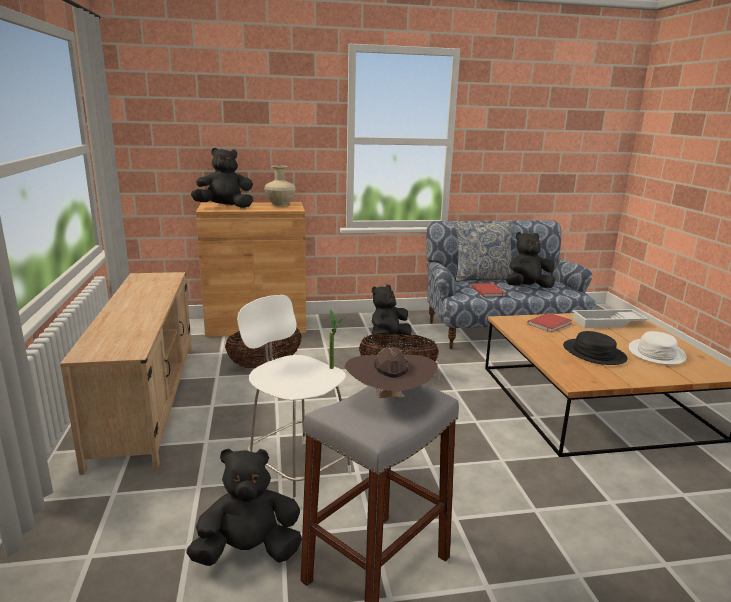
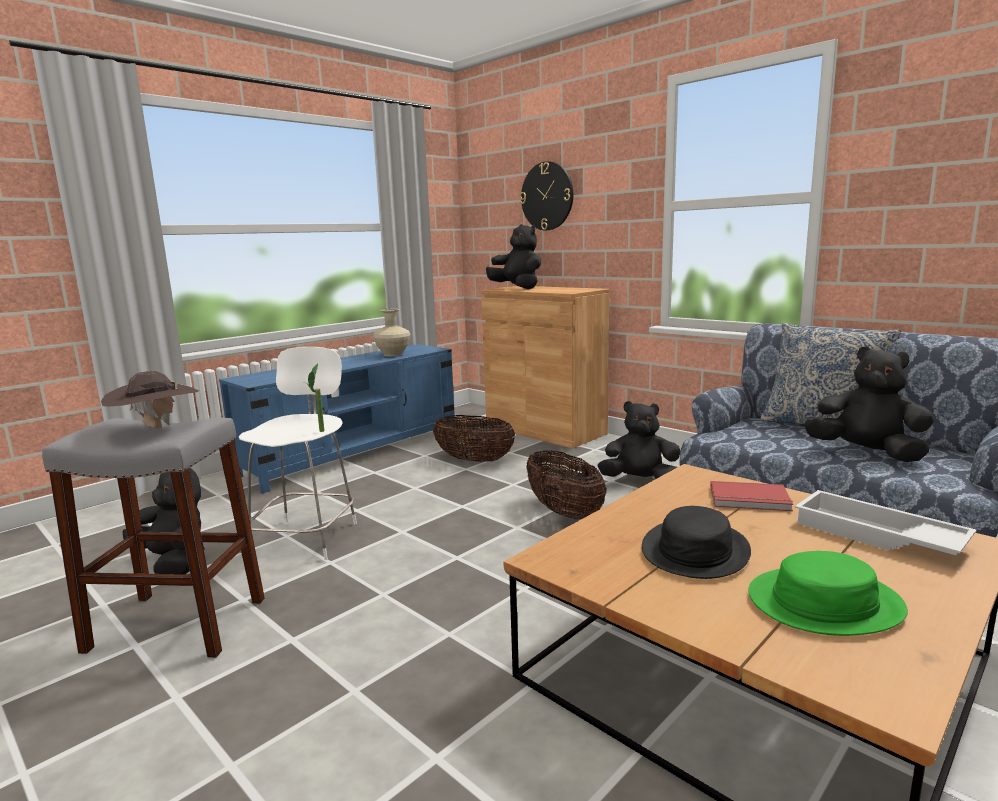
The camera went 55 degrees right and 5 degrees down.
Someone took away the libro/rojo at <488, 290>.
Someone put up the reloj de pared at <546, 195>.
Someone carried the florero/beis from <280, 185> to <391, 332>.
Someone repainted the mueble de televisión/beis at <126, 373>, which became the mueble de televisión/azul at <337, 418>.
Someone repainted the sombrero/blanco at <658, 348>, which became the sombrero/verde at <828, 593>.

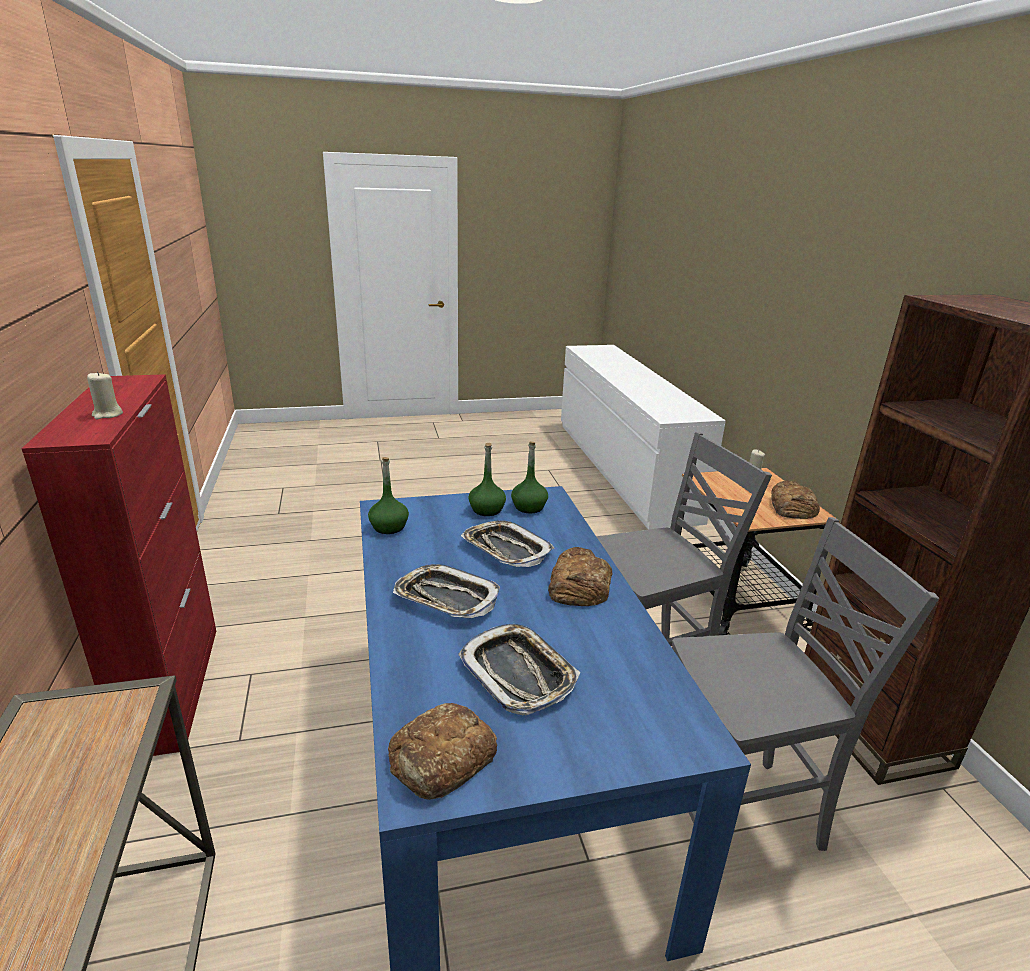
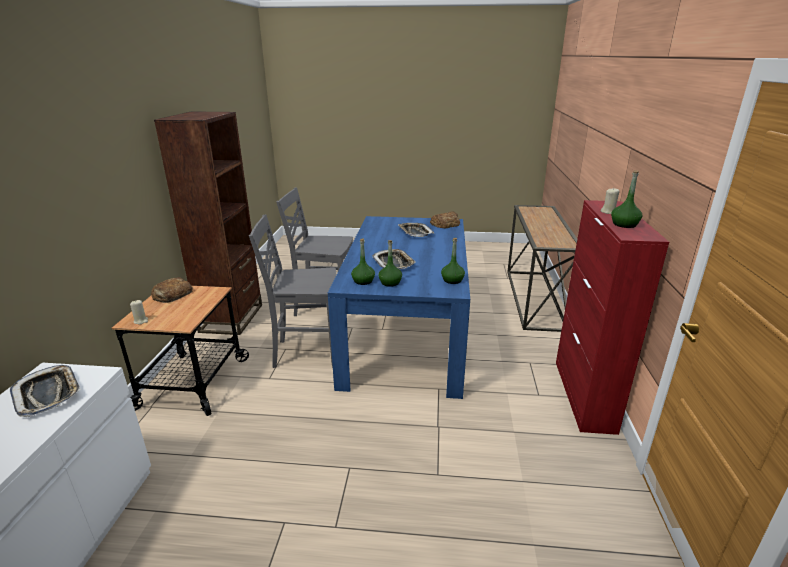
The camera went 160 degrees left and 0 degrees up.
Someone took away the pan at <580, 576>.
Someone put down the botella/verde at <626, 199>.
Someone carried the bandeja from <446, 591> to <45, 391>.

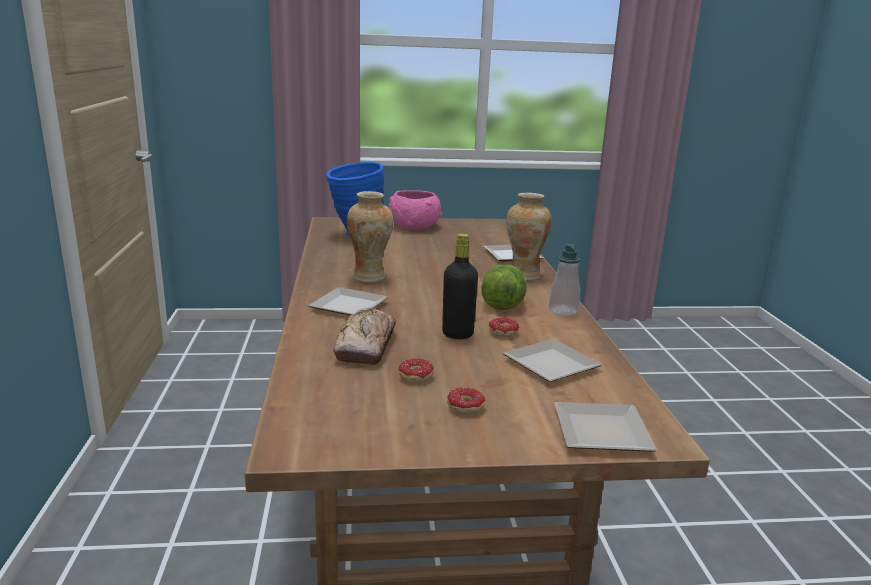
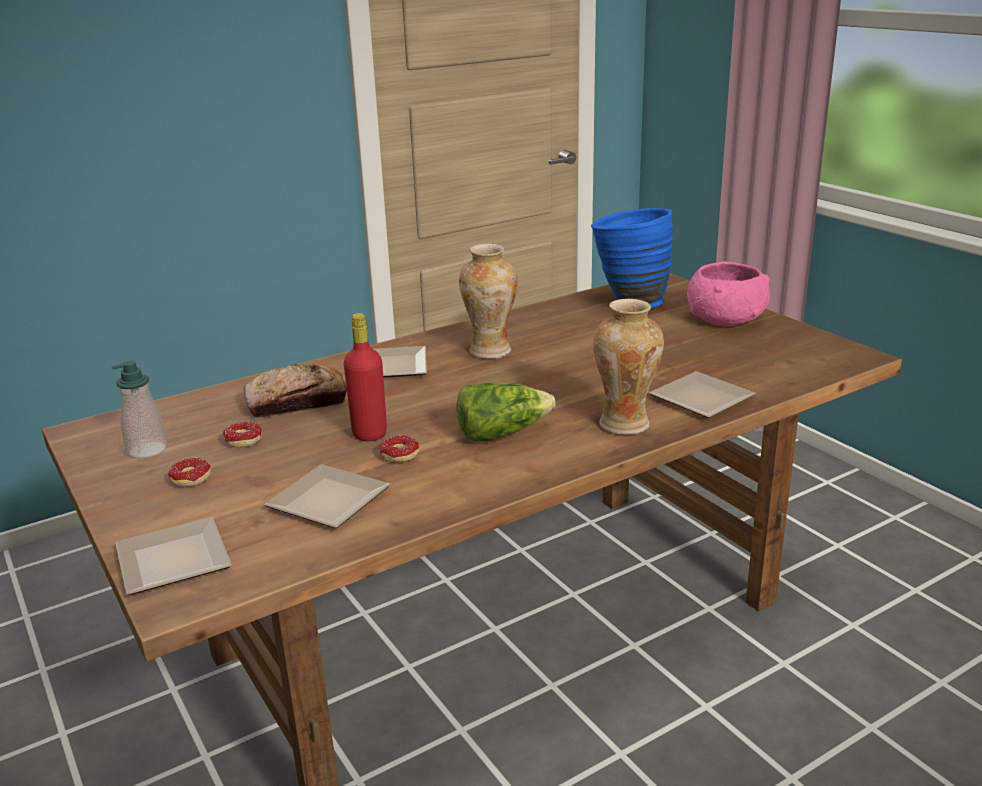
The camera went 65 degrees right and 5 degrees up.
Someone carried the dispensador de jabón from <565, 280> to <139, 409>.
Someone repainted the botella/negro at <460, 286>, which became the botella/rojo at <365, 377>.

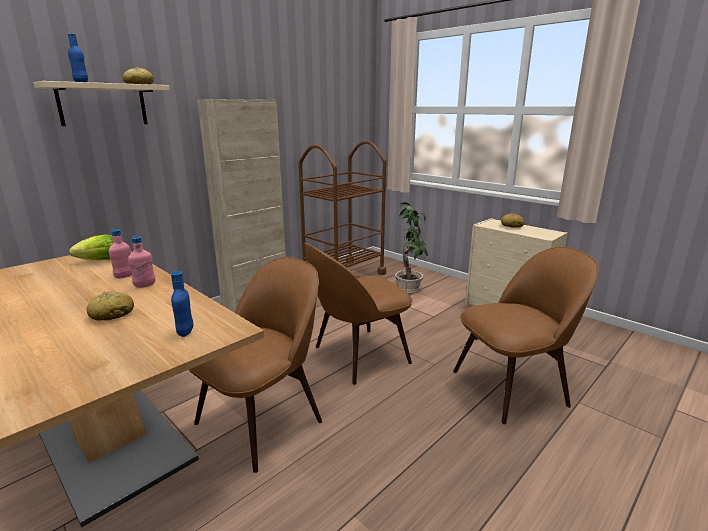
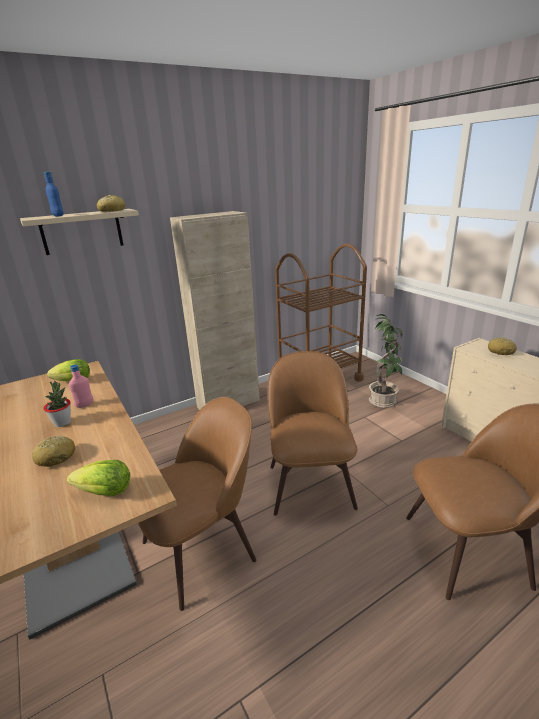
The camera went 15 degrees right and 5 degrees up.
Someone took away the botella/rosa at <142, 262>.
Someone put down the planta en maceta at <57, 404>.
Someone swapped the botella/azul at <182, 304> for the lechuga at <98, 478>.
Someone rotated the silla/marrón at <358, 314> by 105 degrees clockwise.

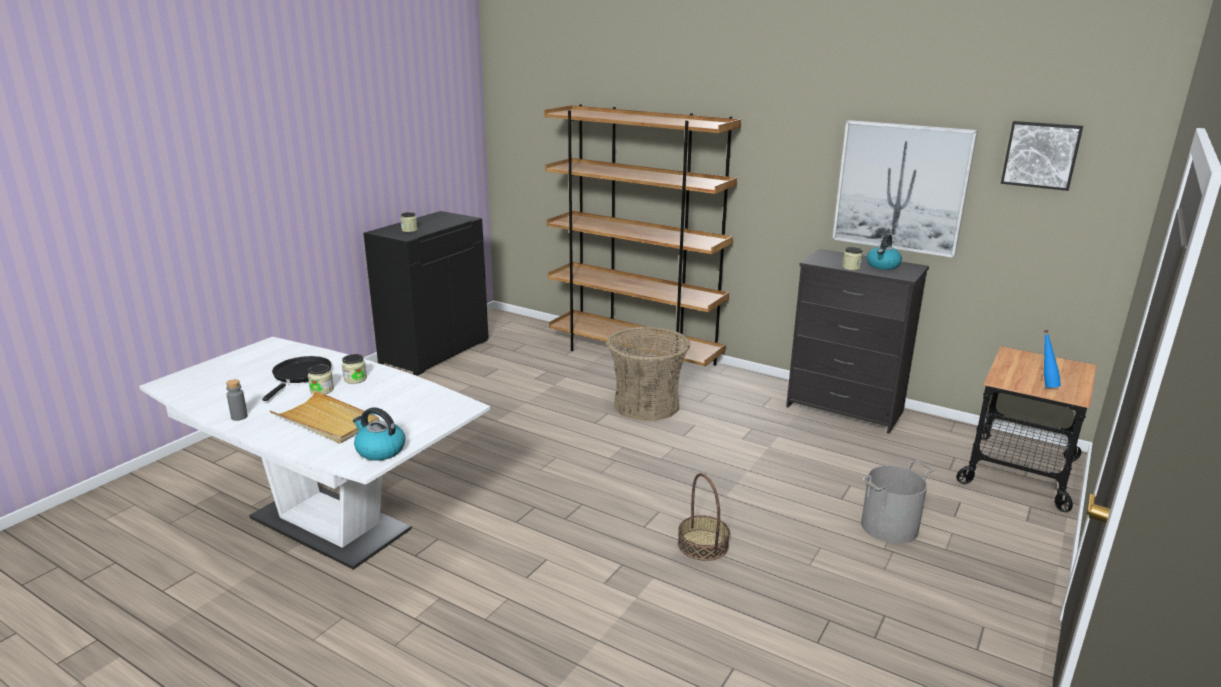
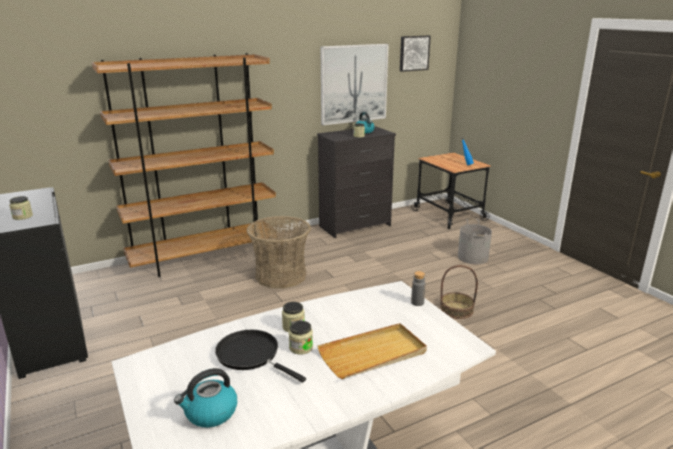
The camera went 60 degrees left and 0 degrees up.
Someone carried the botella/gris from <237, 400> to <418, 288>.
Someone carried the hervidor from <379, 434> to <205, 398>.

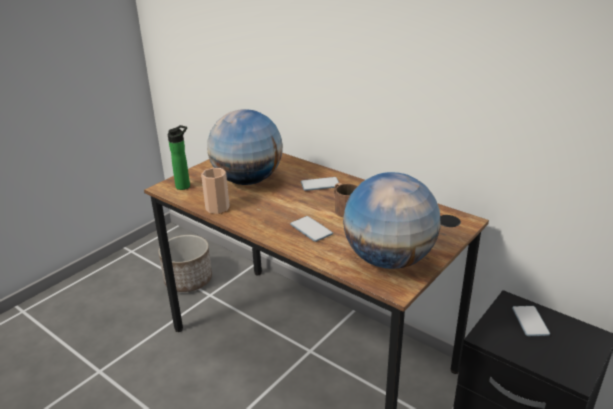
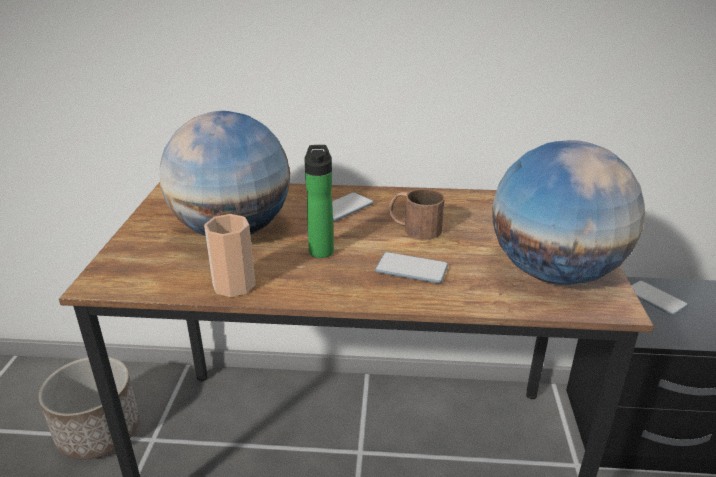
The camera went 35 degrees left and 0 degrees up.
Someone carried the botella from <179, 157> to <319, 201>.

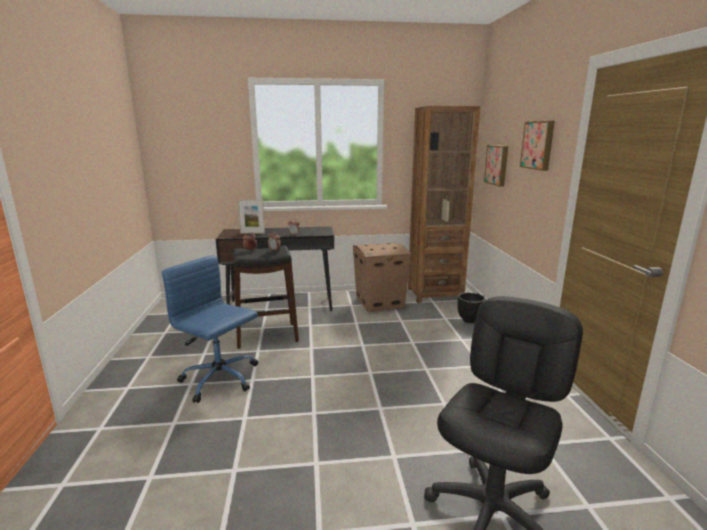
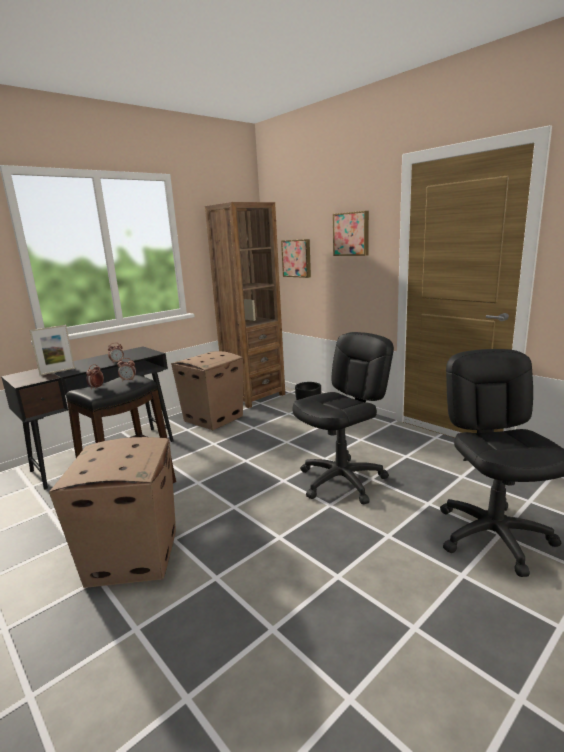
The camera went 35 degrees left and 0 degrees up.
Someone put down the silla de oficina/negro at <343, 418>.
Someone swapped the silla de oficina/azul at <210, 329> for the caja de cartón at <112, 512>.

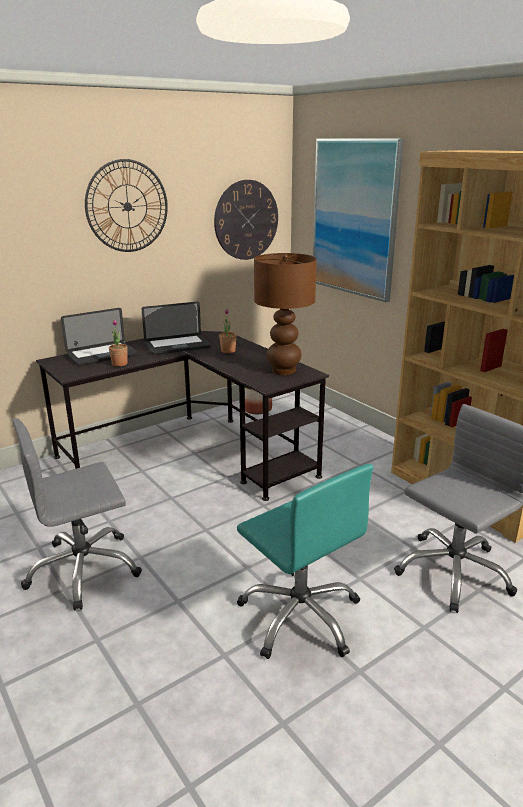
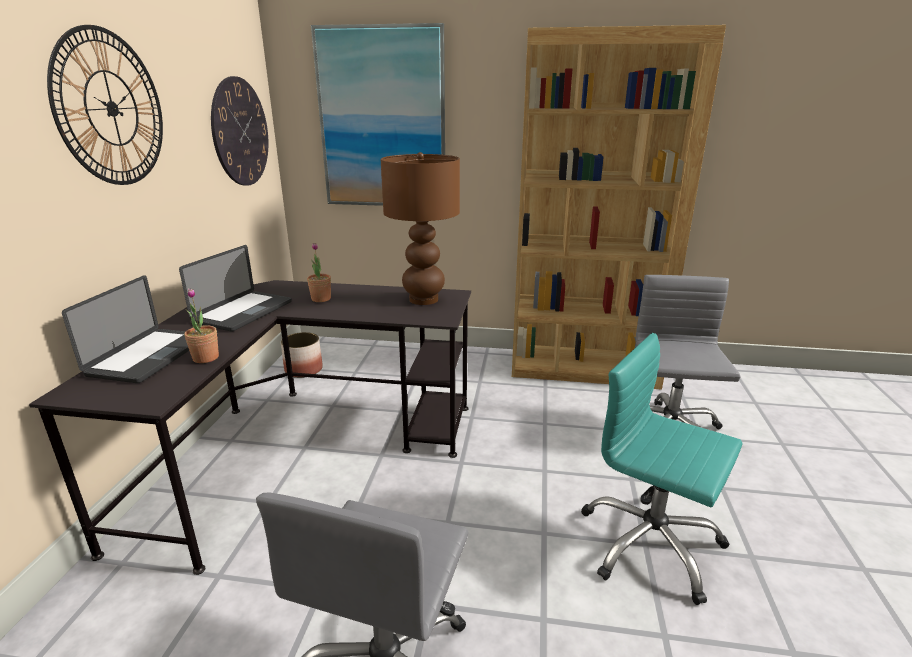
The camera went 45 degrees left and 0 degrees up.
Someone rotated the silla de oficina/turquesa at <305, 561> by 150 degrees counterclockwise.

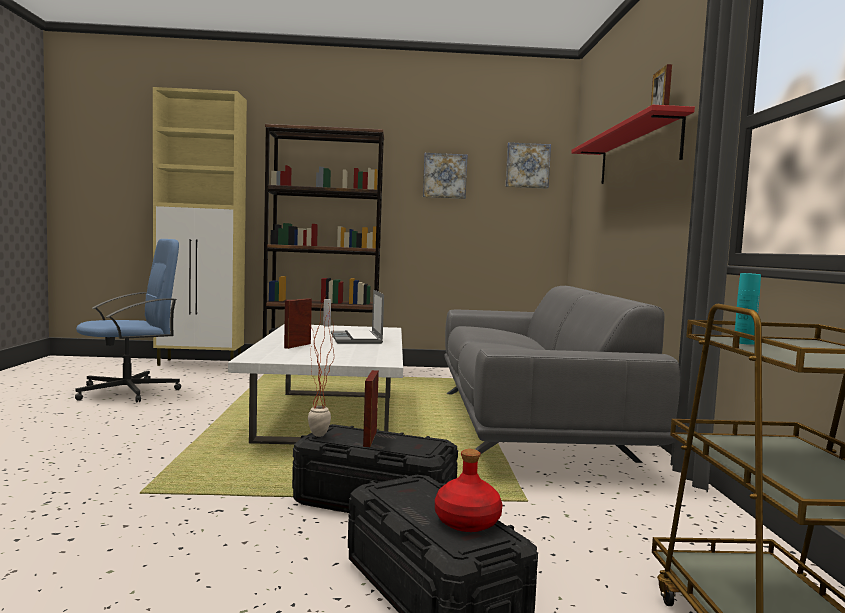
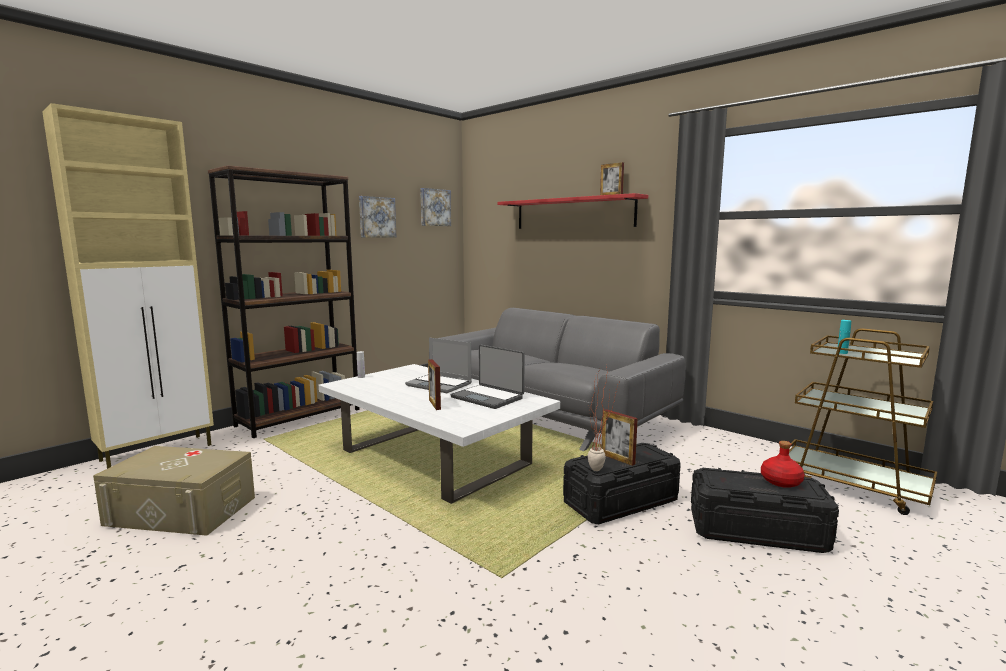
The camera went 45 degrees left and 5 degrees up.
Someone put down the portátil at <487, 377>.
Someone swapped the silla de oficina/azul at <128, 320> for the caja de almacenaje/beis at <174, 491>.

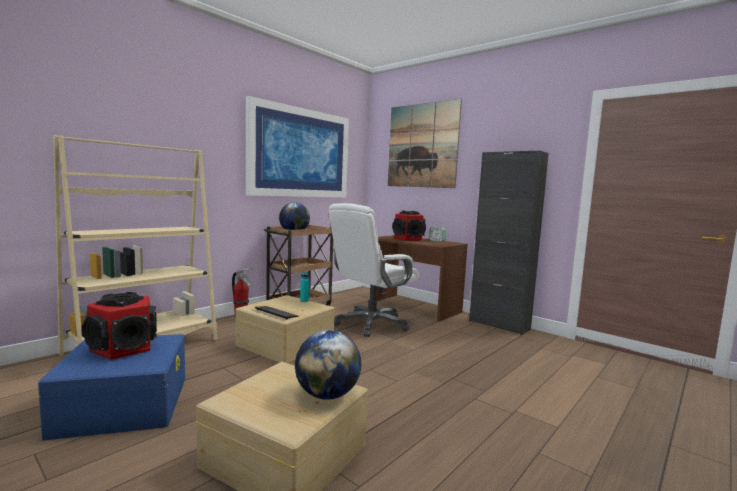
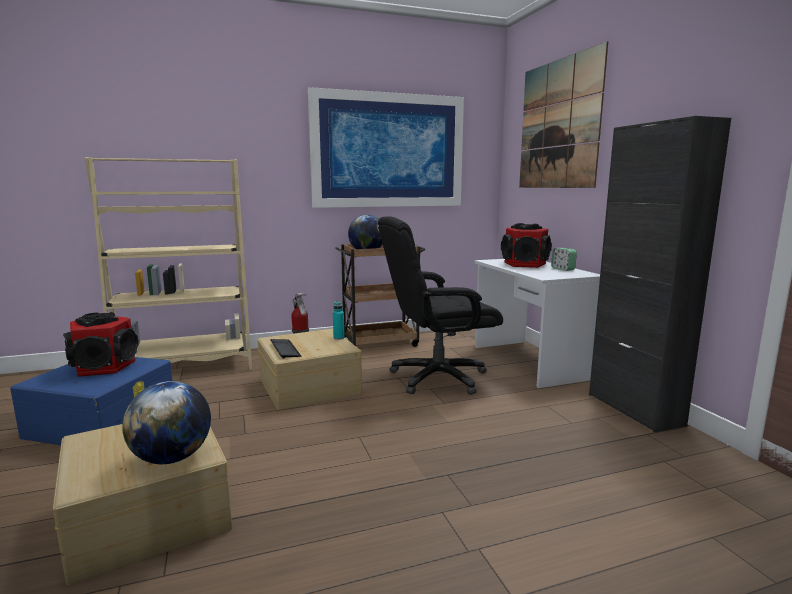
The camera went 30 degrees right and 5 degrees up.
Someone repainted the silla de oficina/blanco at <374, 270>, which became the silla de oficina/negro at <440, 305>.
Someone repainted the escritorio/marrón at <419, 278>, which became the escritorio/blanco at <537, 323>.

